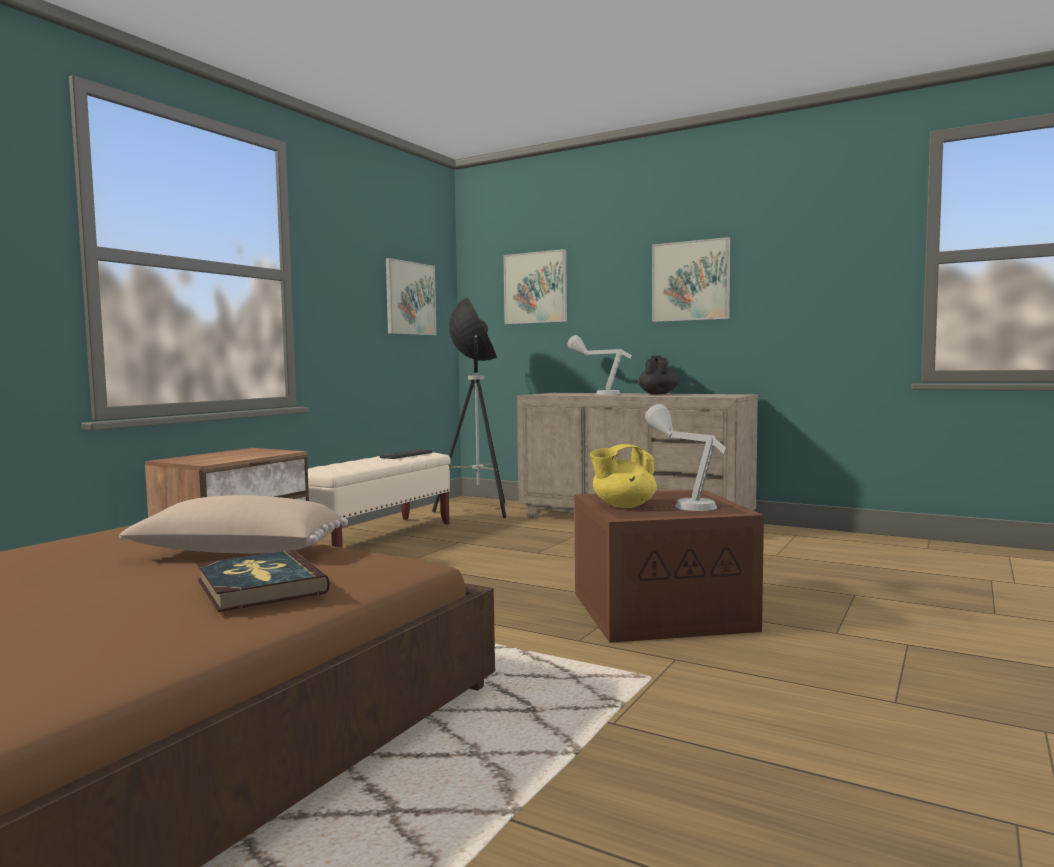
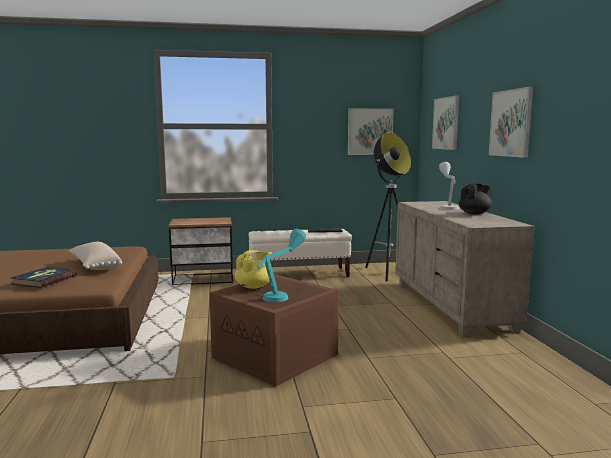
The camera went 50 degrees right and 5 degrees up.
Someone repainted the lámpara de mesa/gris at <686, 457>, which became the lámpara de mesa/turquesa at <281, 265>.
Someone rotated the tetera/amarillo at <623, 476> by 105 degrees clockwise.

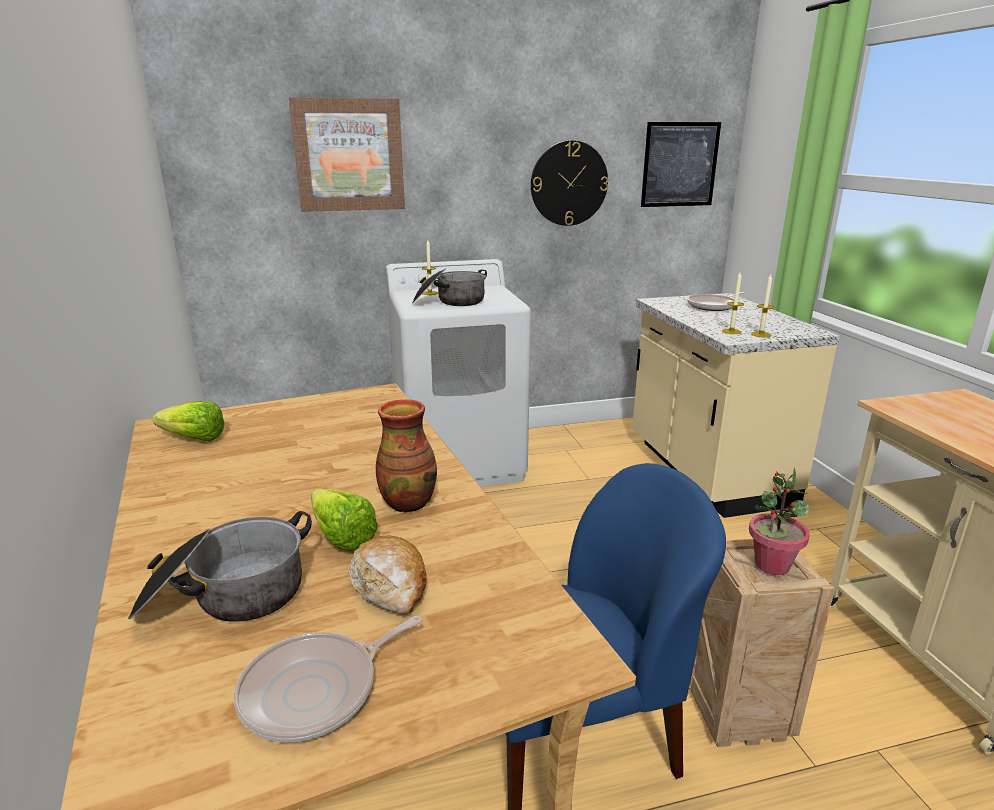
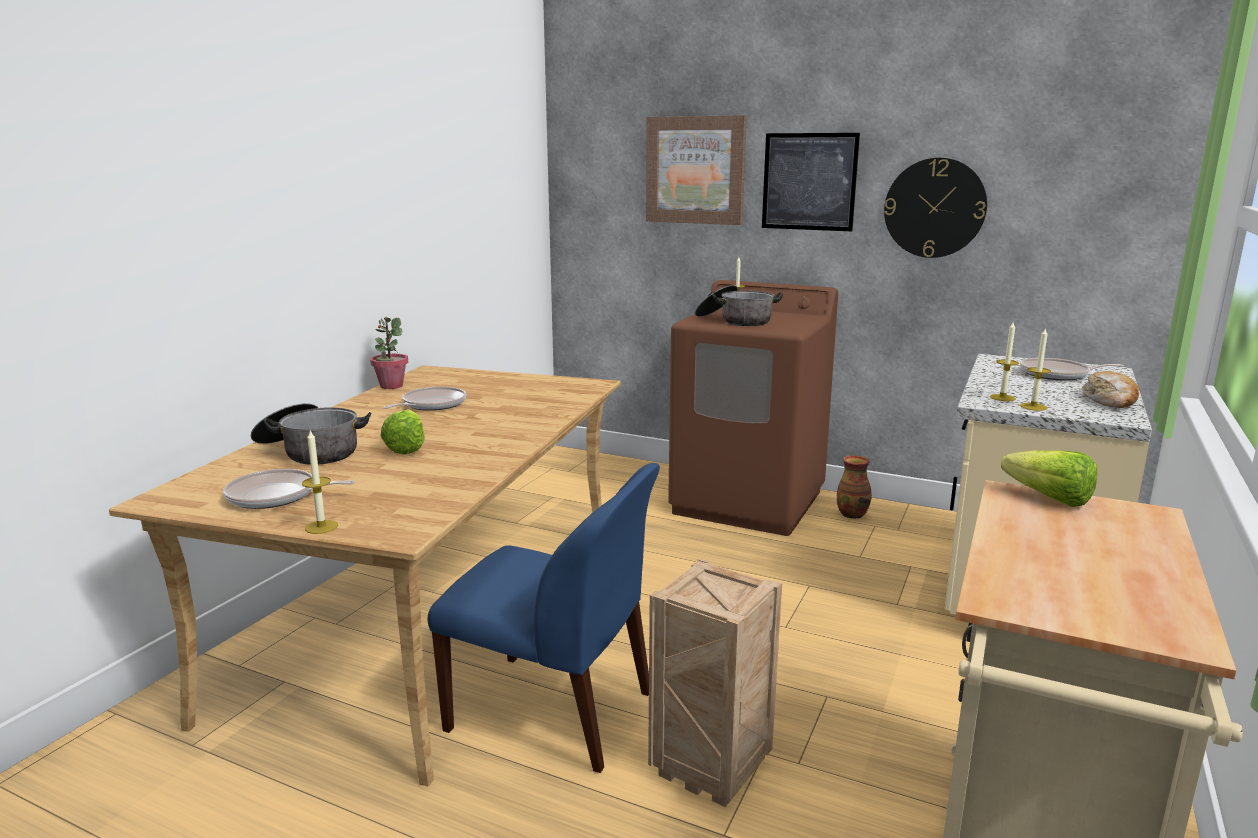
The camera went 40 degrees right and 5 degrees down.
Someone put down the vela at <320, 482>.
Someone put down the sartén at <424, 398>.
Someone carried the lechuga from <189, 421> to <1049, 478>.
Someone carried the pan from <388, 574> to <1110, 389>.
Someone carried the florero from <406, 456> to <854, 486>.
Someone carried the cuadro from <681, 164> to <811, 182>.
Someone carried the planta en maceta from <779, 521> to <389, 353>.
Someone repainted the lavadora/blanco at <458, 373>, which became the lavadora/marrón at <753, 408>.

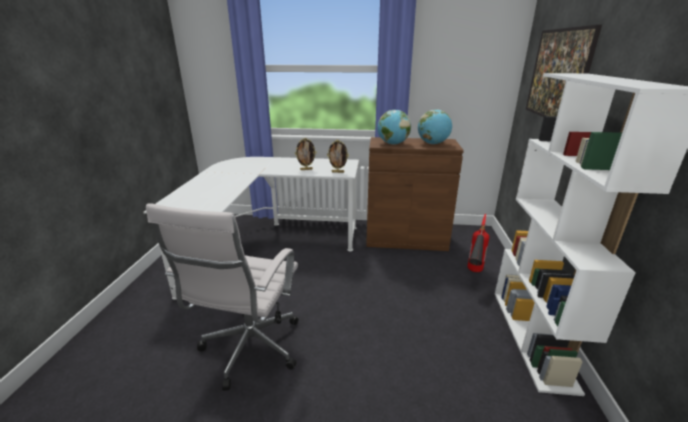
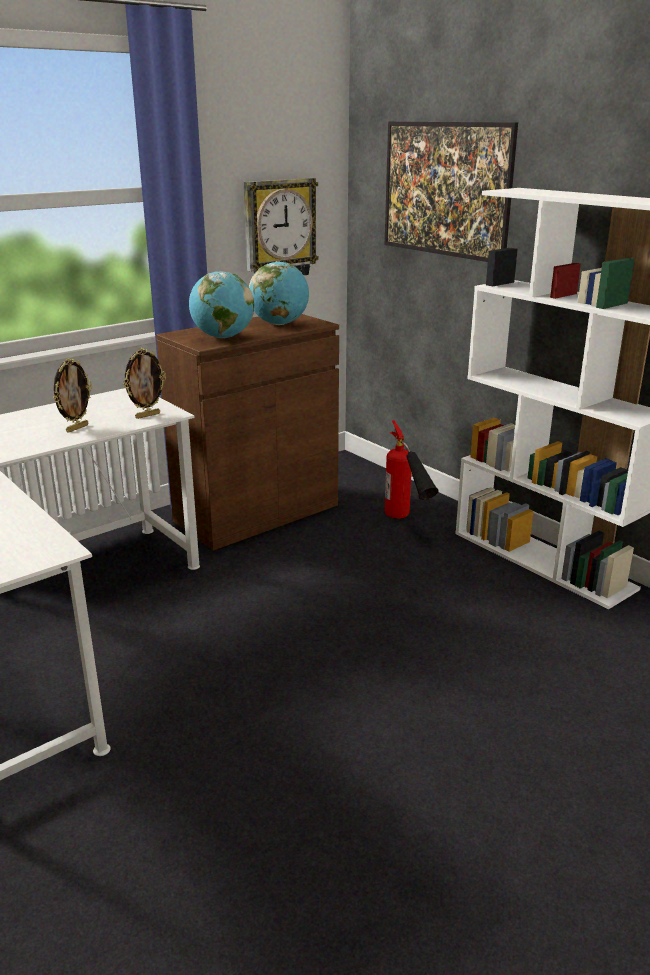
The camera went 45 degrees left and 0 degrees up.
Someone took away the silla de oficina/blanco at <222, 297>.
Someone put up the reloj de pared at <281, 226>.

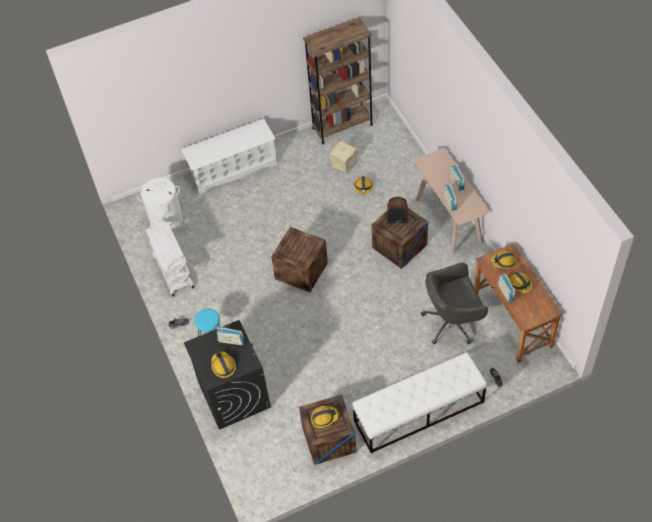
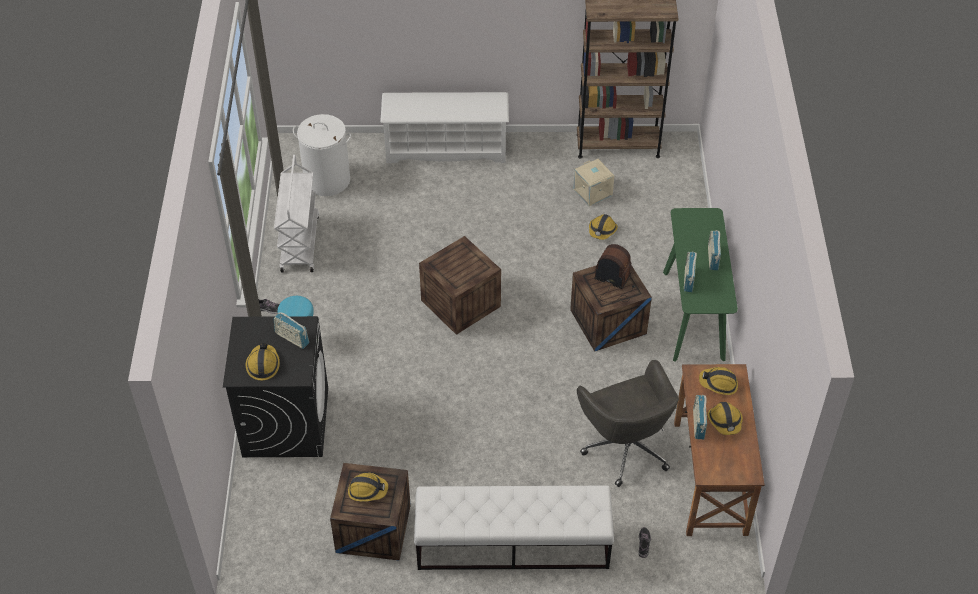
The camera went 20 degrees right and 5 degrees down.
Someone repainted the mesa consola/beis at <452, 202>, which became the mesa consola/verde at <700, 285>.
Someone rotated the silla de oficina/gris at <454, 303> by 120 degrees counterclockwise.

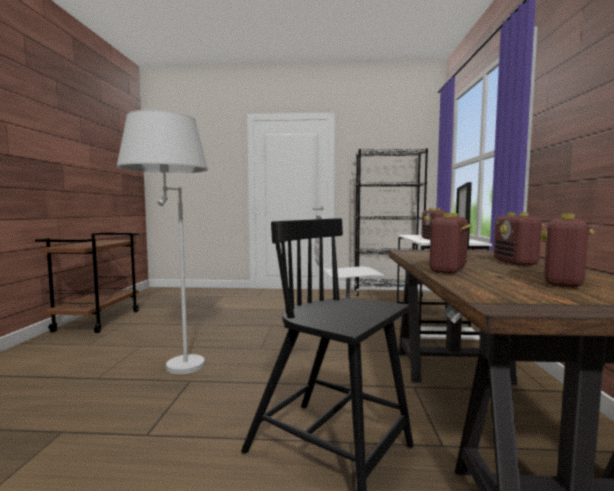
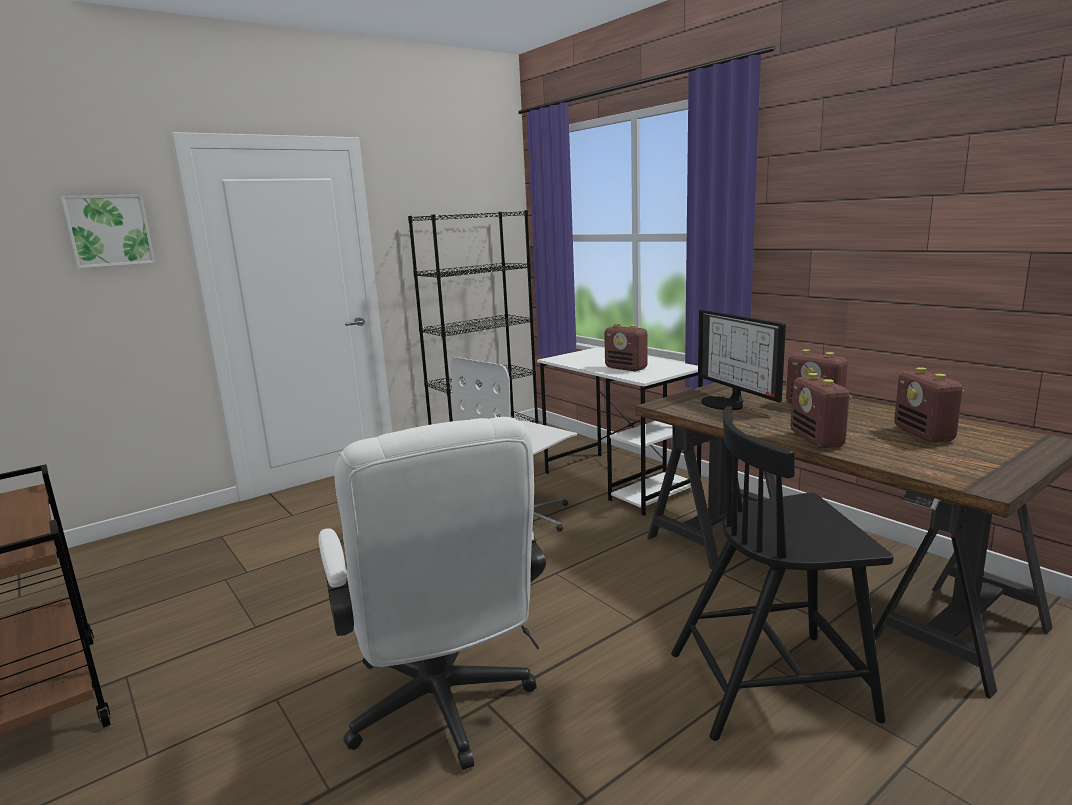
The camera went 40 degrees left and 10 degrees up.
Someone put up the cuadro at <108, 231>.
Someone swapped the lámpara de pie/blanco at <162, 242> for the silla de oficina/blanco at <432, 593>.

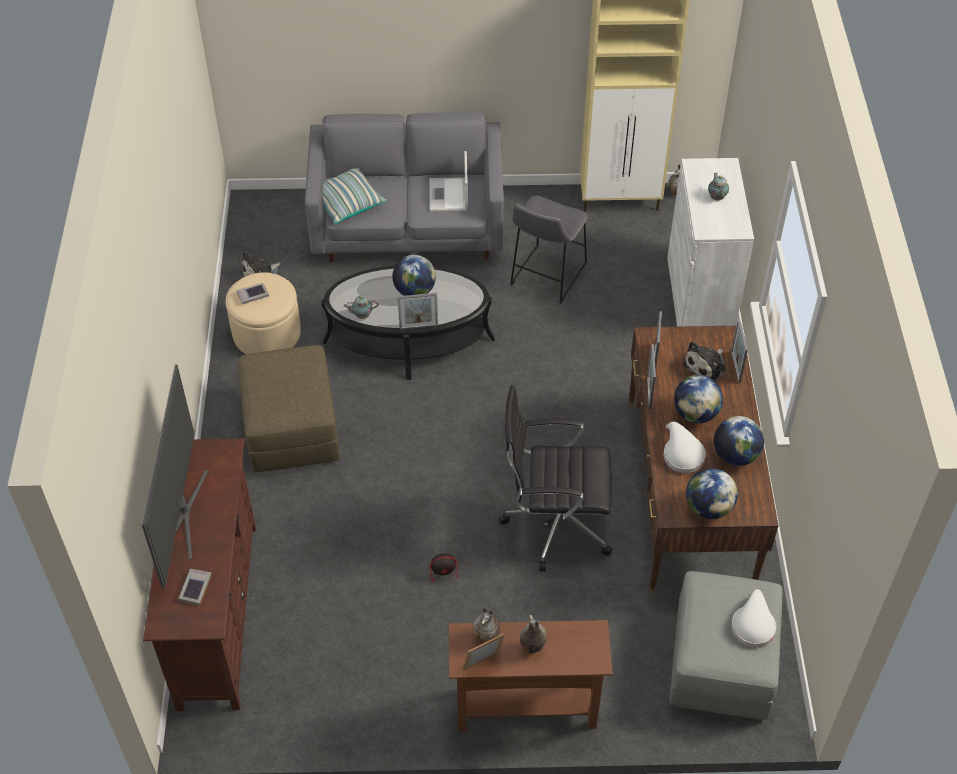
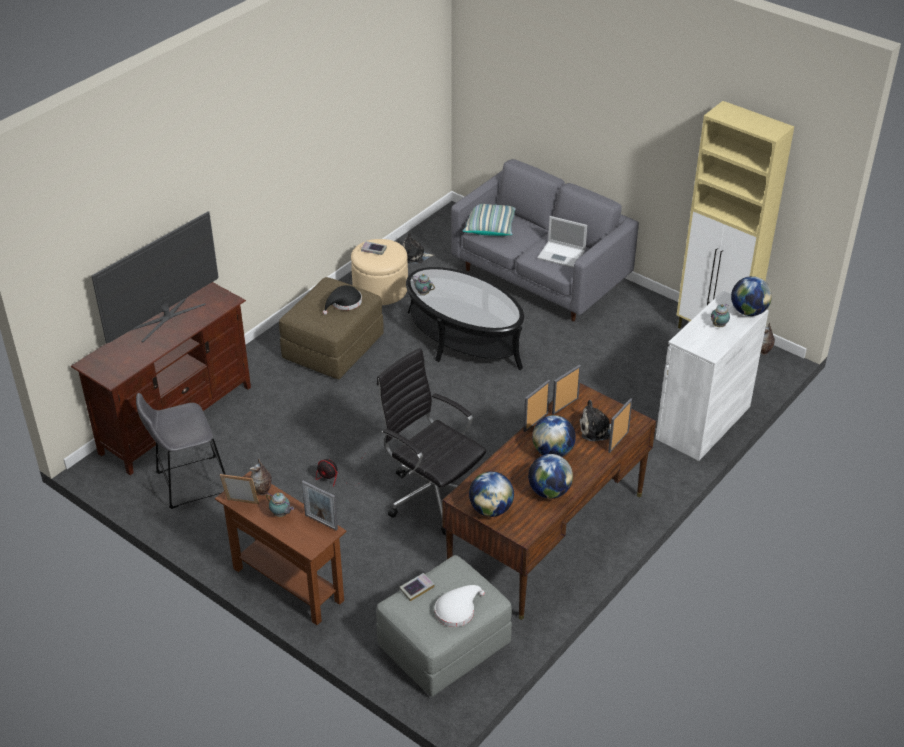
The camera went 40 degrees right and 10 degrees down.
Someone took away the sombrero/blanco at <684, 447>.
Someone put down the sombrero/negro at <342, 300>.
Someone carried the libro from <195, 587> to <417, 587>.
Someone carried the globo terráqueo from <414, 275> to <751, 296>.
Someone carried the portarretratos from <418, 311> to <320, 506>.
Someone carried the taburete/gris from <549, 249> to <181, 451>.
Someone swapped the florero at <533, 633> for the tetera at <280, 505>.
Someone rotated the portátil at <448, 181> by 105 degrees counterclockwise.

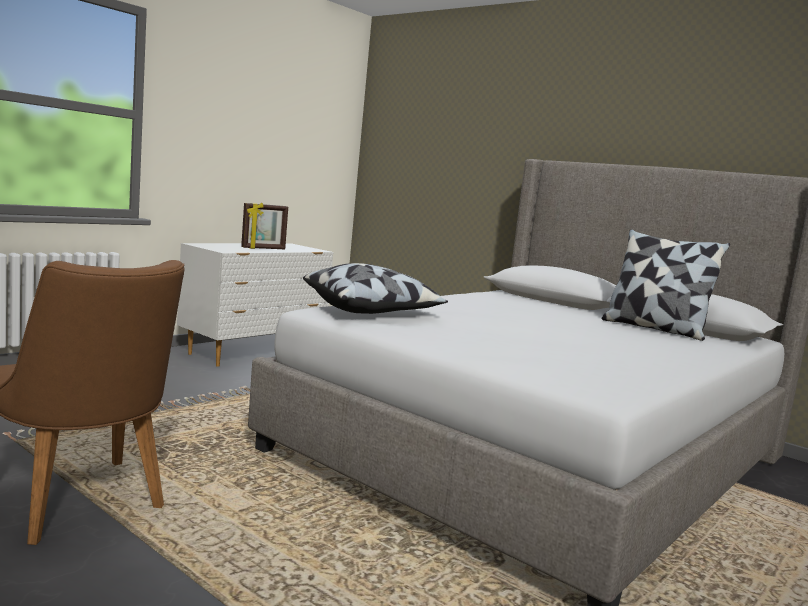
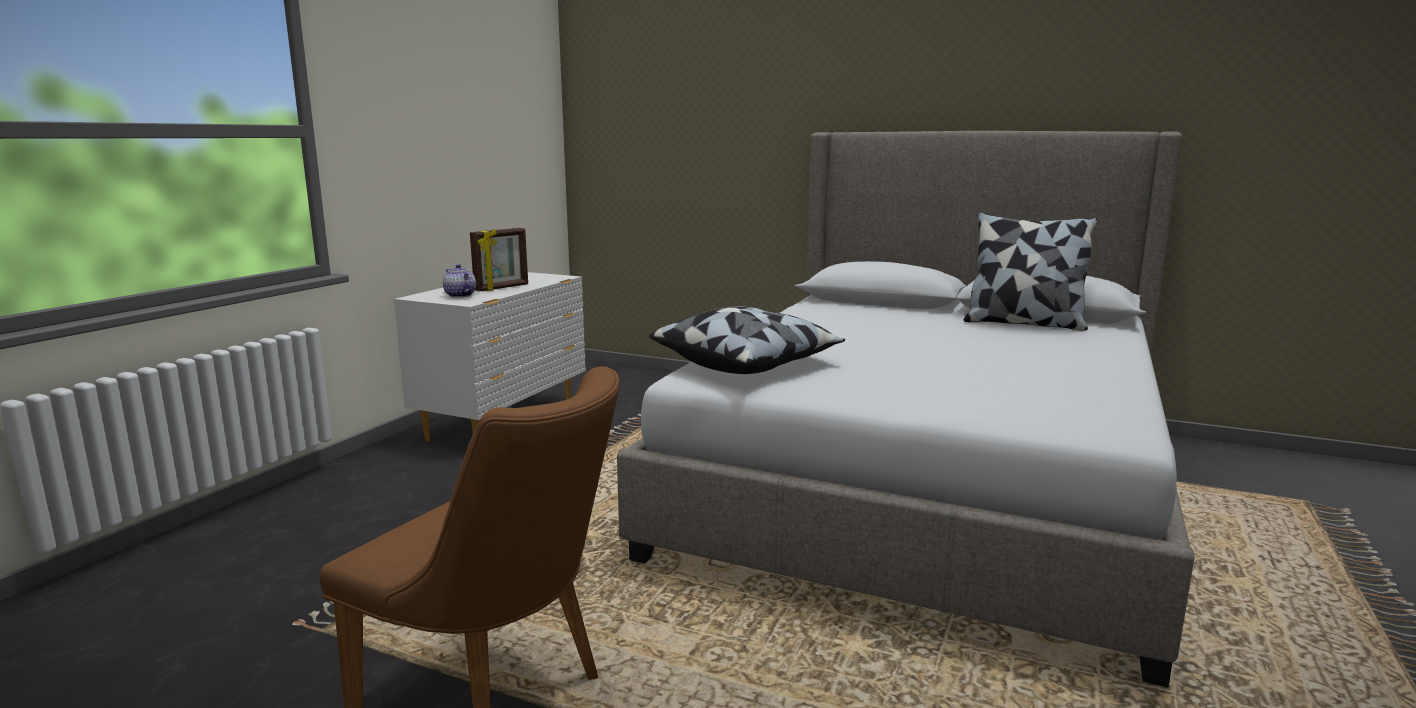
The camera went 15 degrees left and 5 degrees up.
Someone put down the tetera at <459, 281>.

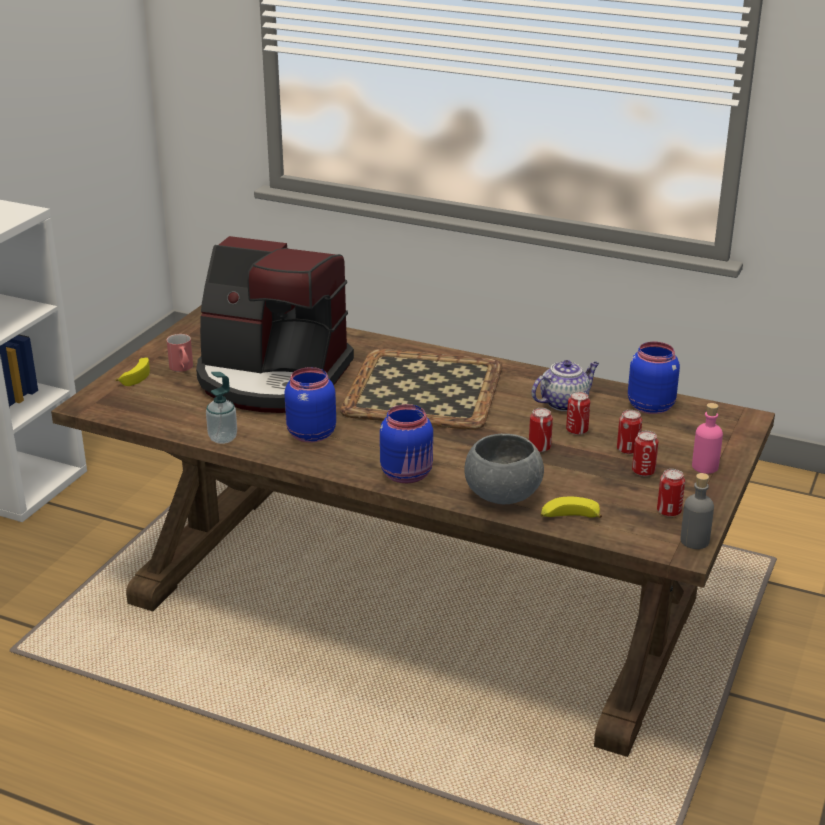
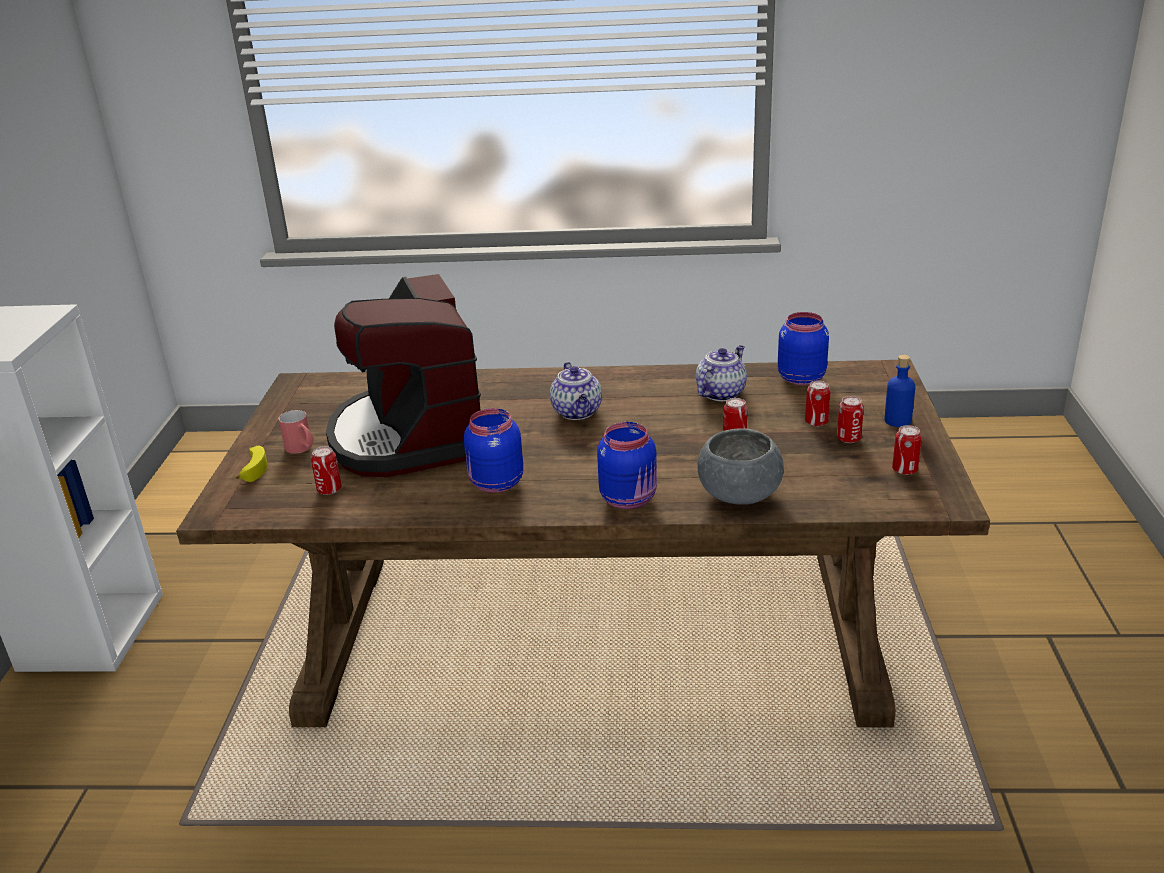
The camera went 20 degrees left and 0 degrees up.
Someone took away the dispensador de jabón at <221, 408>.
Someone took away the plátano at <571, 507>.
Someone took away the botella/gris at <697, 511>.
Someone carried the lata from <578, 413> to <326, 470>.
Someone swapped the bandeja at <421, 389> for the tetera at <576, 391>.
Someone repainted the botella/rosa at <707, 438>, which became the botella/azul at <899, 391>.
Someone rotated the cafetera at <275, 324> by 75 degrees clockwise.

